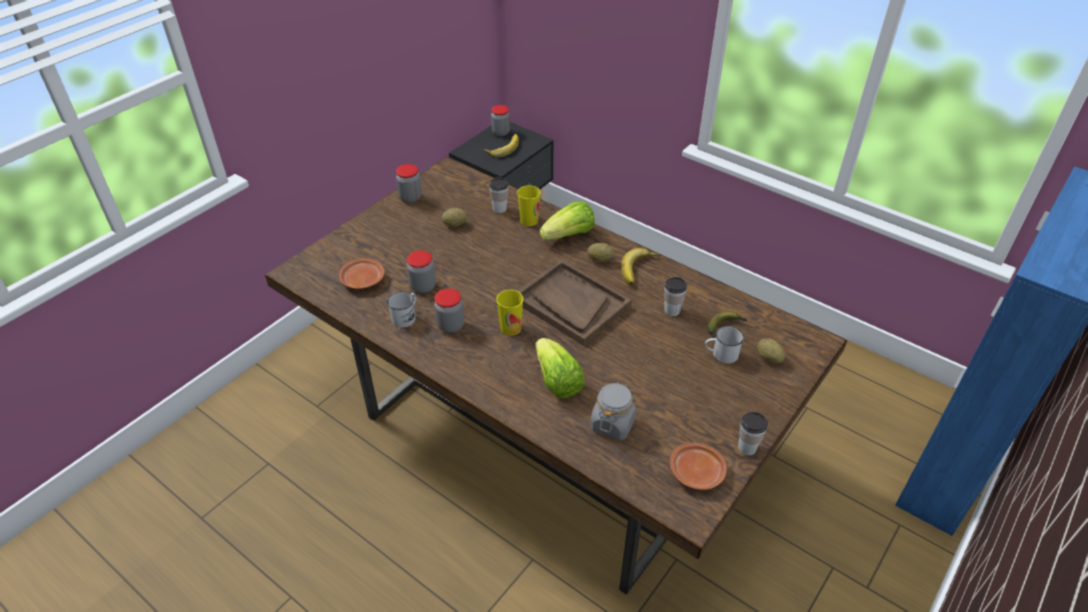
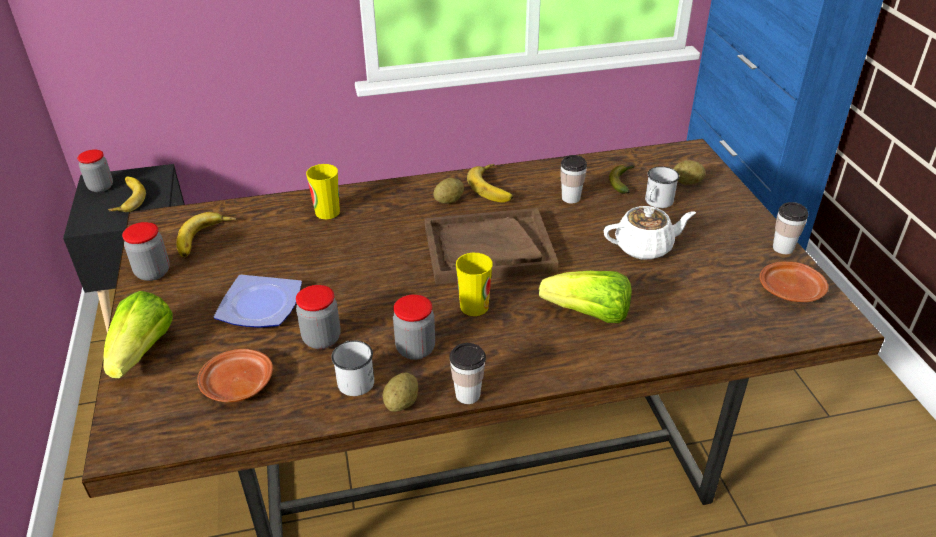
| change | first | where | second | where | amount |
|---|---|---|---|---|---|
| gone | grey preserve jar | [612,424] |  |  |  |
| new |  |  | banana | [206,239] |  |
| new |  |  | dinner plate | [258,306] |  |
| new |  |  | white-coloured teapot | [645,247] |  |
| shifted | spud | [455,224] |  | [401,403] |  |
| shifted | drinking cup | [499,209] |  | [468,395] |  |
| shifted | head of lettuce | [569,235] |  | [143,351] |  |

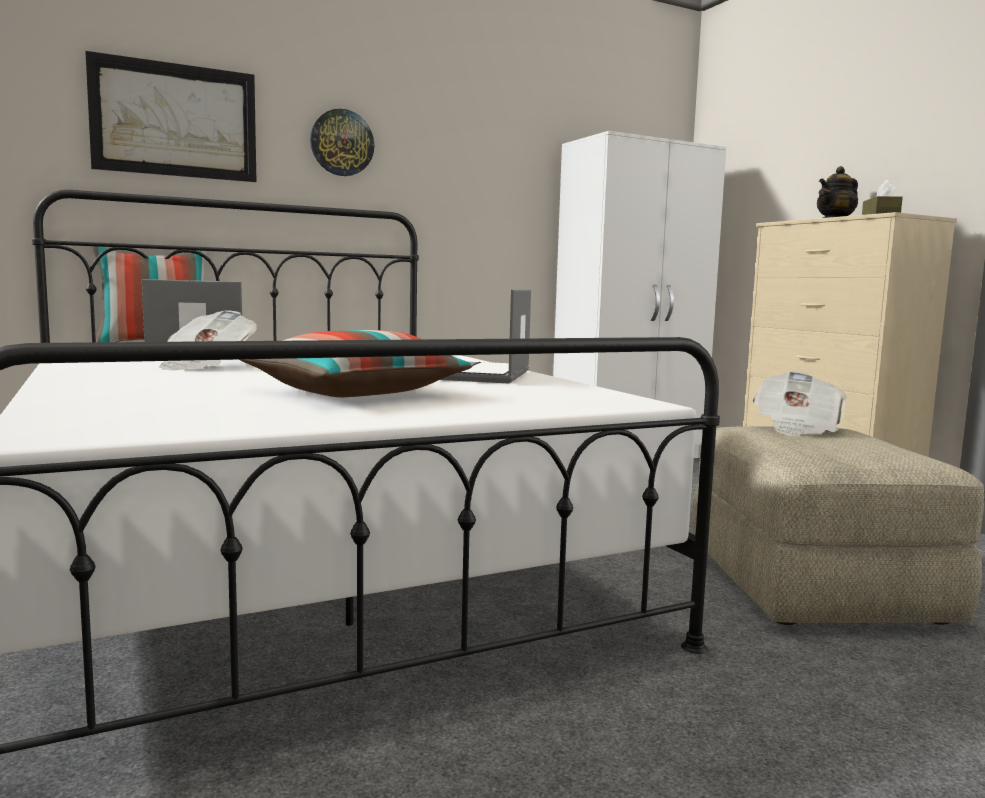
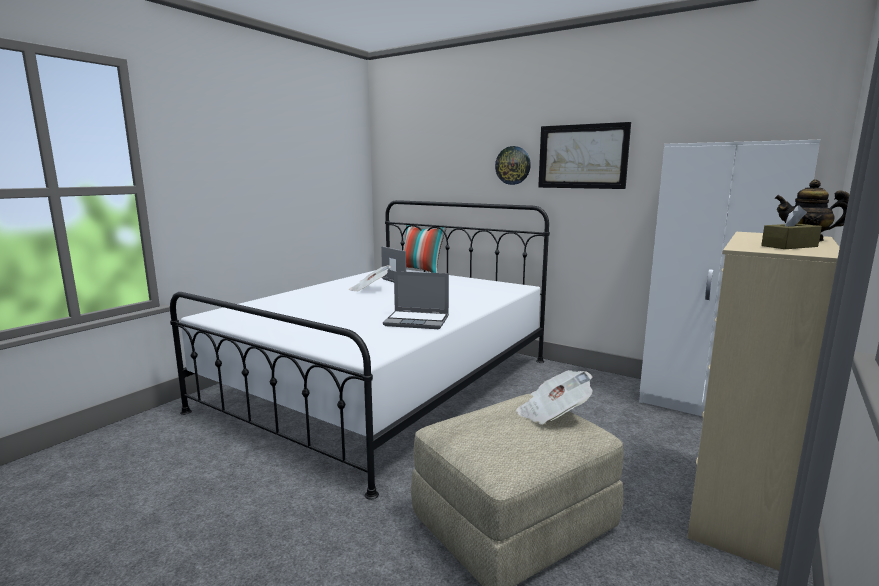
| change | first | where | second | where | amount |
|---|---|---|---|---|---|
| gone | pillow | [355,393] |  |  |  |
| shifted | picture | [175,120] |  | [582,156] |  |
| rotated | portable computer | [483,376] |  | [418,321] | 150 degrees counterclockwise |

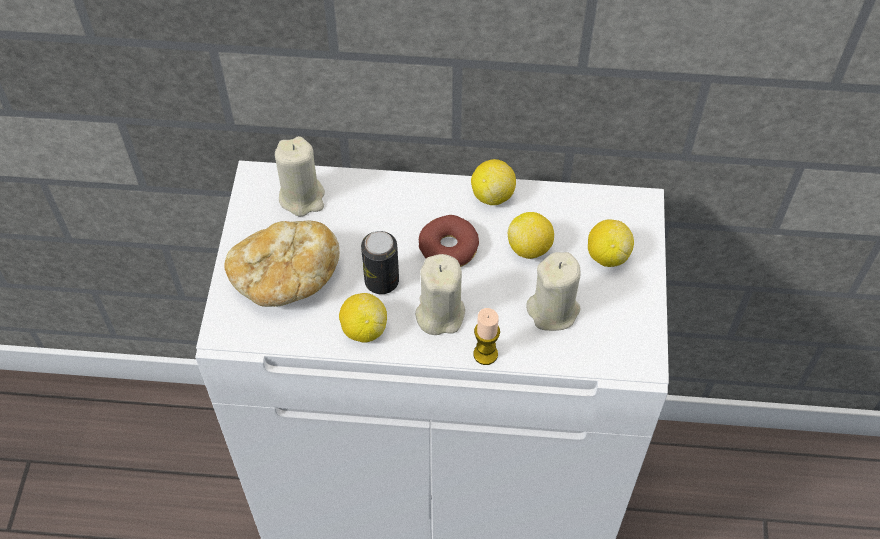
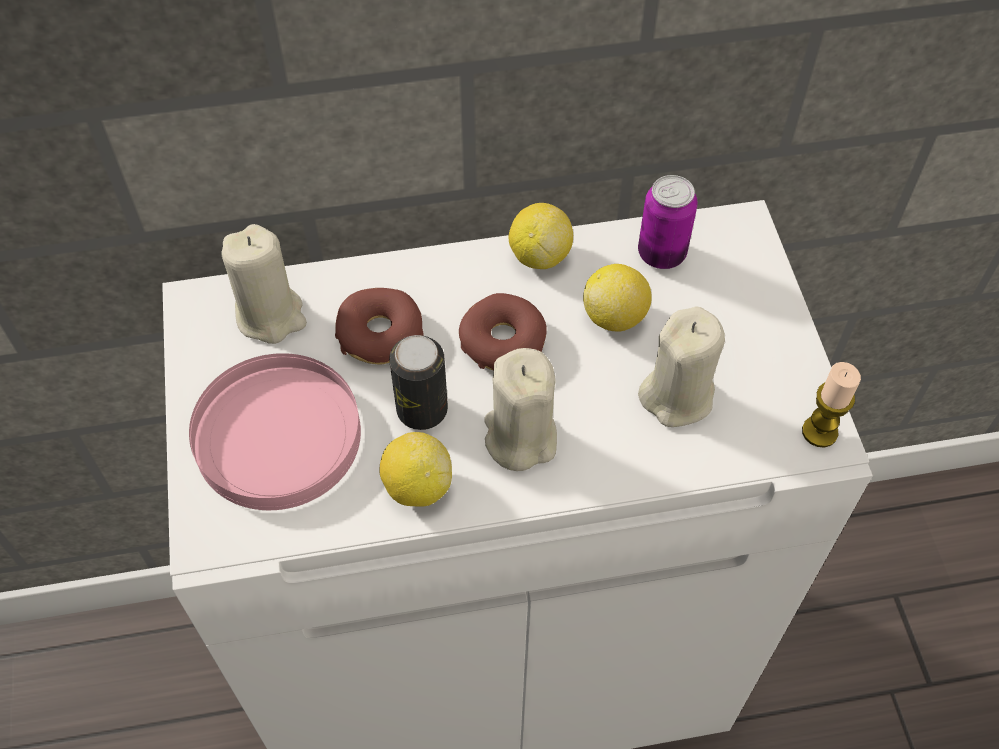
| change | first | where | second | where | amount |
|---|---|---|---|---|---|
| gone | whole lemon | [607,255] |  |  |  |
| new |  |  | donut | [380,334] |  |
| new |  |  | sealed can | [661,254] |  |
| shifted | wax light | [485,354] |  | [819,432] |  |
| swapped | bread | [285,278] | pink dinner plate | [278,437] |  |

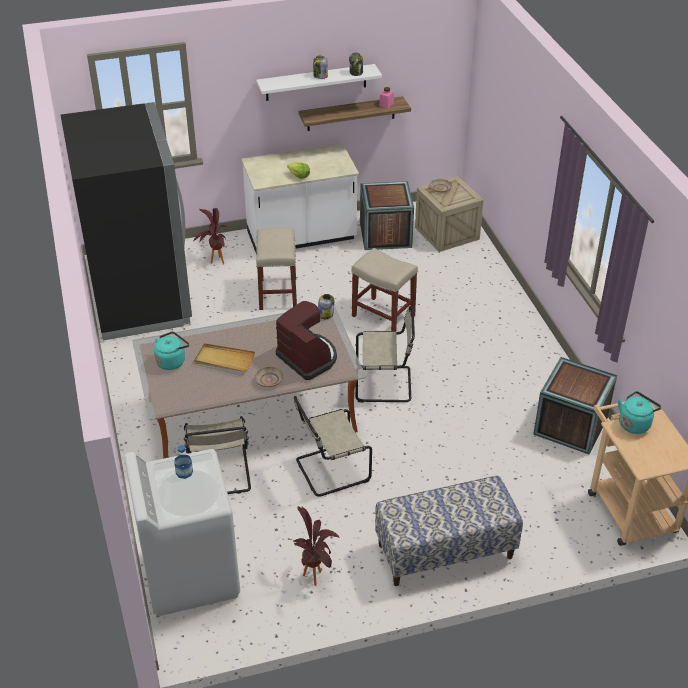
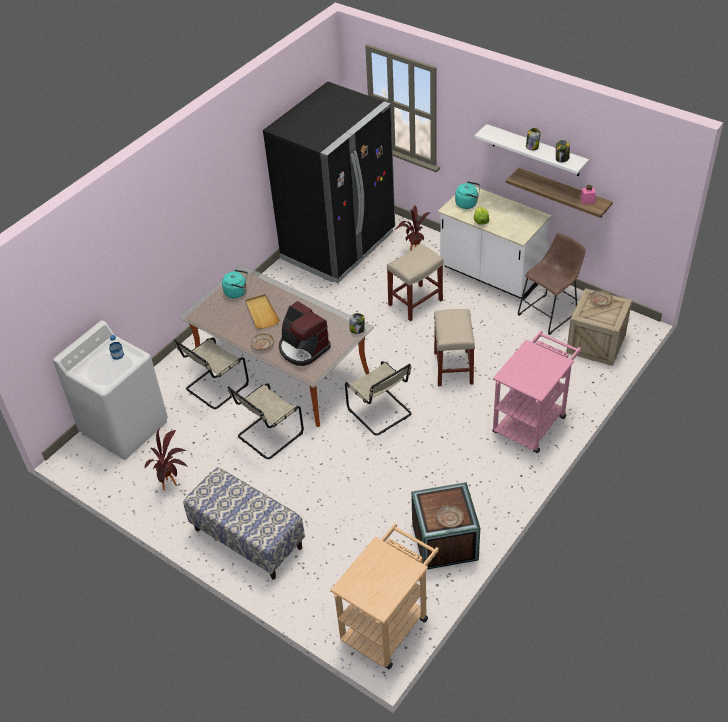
| change | first | where | second | where | amount |
|---|---|---|---|---|---|
| new |  |  | beige-coloured dinner plate | [450,519] |  |
| new |  |  | pink trolley | [532,420] |  |
| shifted | turquoise water kettle | [635,423] |  | [468,203] |  |
| swapped | packing crate | [385,235] | brown-coloured sitting stool | [550,313] |  |
| rotated | coffee maker | [308,358] |  | [303,348] | 120 degrees clockwise |
| rotated | beige-coloured plain chair | [329,470] |  | [268,436] | 75 degrees counterclockwise |

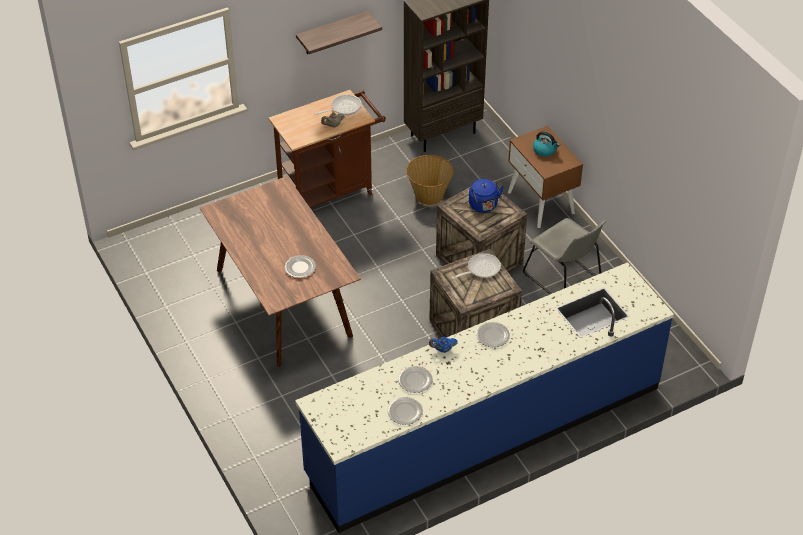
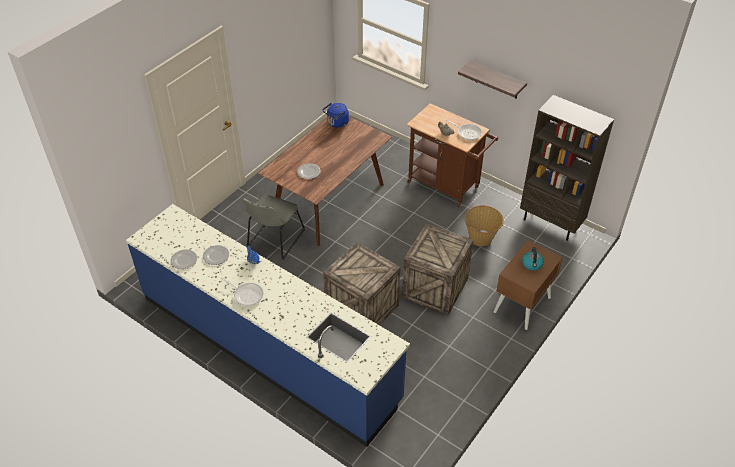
| change | first | where | second | where | amount |
|---|---|---|---|---|---|
| gone | dinner plate | [493,336] |  |  |  |
| shifted | skillet | [481,269] |  | [246,294] |  |
| shifted | bluish water kettle | [484,206] |  | [337,123] |  |
| shifted | grey plain chair | [564,279] |  | [274,240] |  |

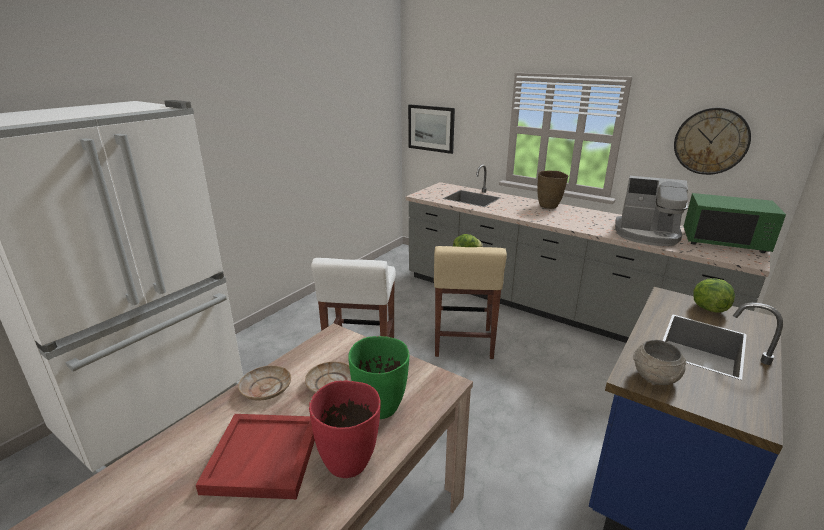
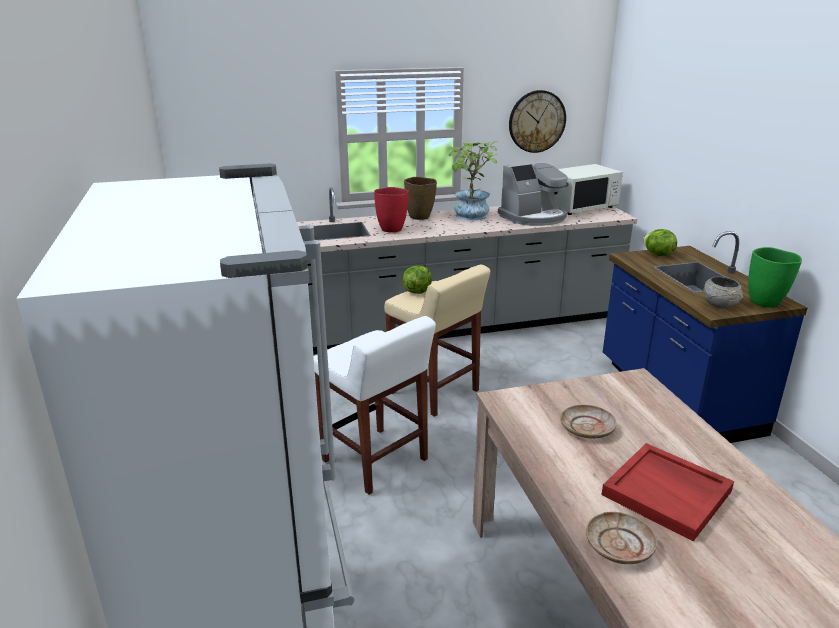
| change | first | where | second | where | amount |
|---|---|---|---|---|---|
| gone | picture | [431,128] |  |  |  |
| new |  |  | houseplant | [470,217] |  |
| shifted | beige-coloured dinner plate | [265,389] |  | [619,546] |  |
| shifted | red vase | [349,462] |  | [391,229] |  |
| shifted | greenish vase | [381,408] |  | [765,302] |  |
| repainted | greenish kitchen microwave | [724,242] | white-coloured kitchen microwave | [580,207] |  |

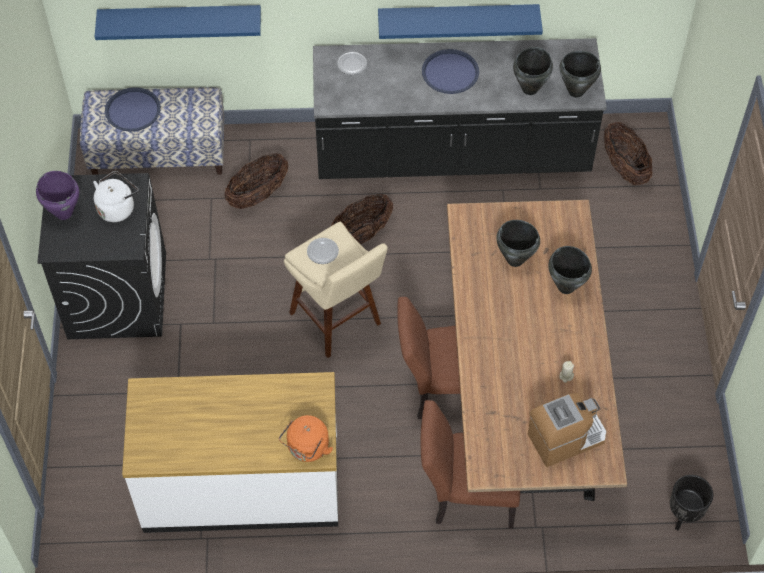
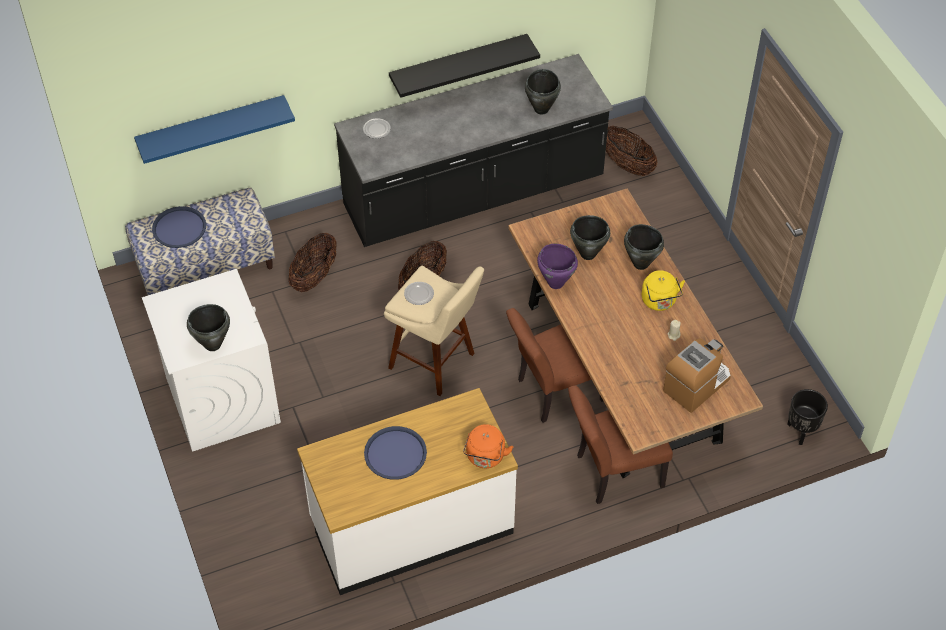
| change | first | where | second | where | amount |
|---|---|---|---|---|---|
| gone | white-coloured water kettle | [117,207] |  |  |  |
| new |  |  | yellow water kettle | [659,302] |  |
| shifted | purplish saucepot | [64,212] |  | [555,282] |  |
| shifted | bluish carrying tray | [450,72] |  | [395,453] |  |
| shifted | black-coloured saucepot | [575,91] |  | [212,344] |  |
| repainted | black-coloured laundry machine | [117,295] | white-coloured laundry machine | [222,399] |  |
| repainted | bluish bracket shelf | [458,18] | black-coloured bracket shelf | [458,64] |  |

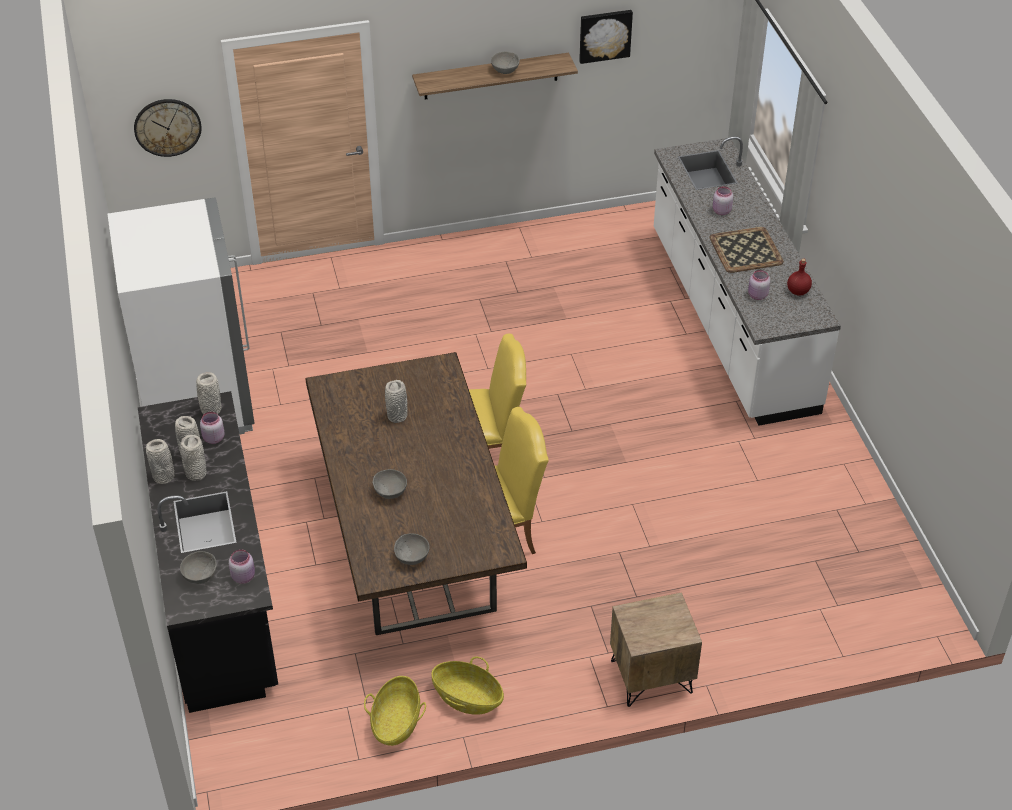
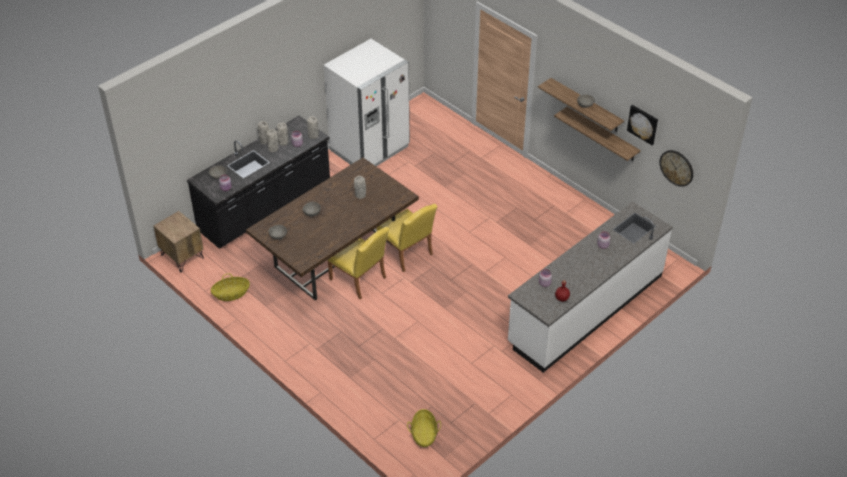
| change | first | where | second | where | amount |
|---|---|---|---|---|---|
| gone | carrying tray | [746,250] |  |  |  |
| new |  |  | bracket shelf | [602,134] |  |
| shifted | hanging clock | [167,127] |  | [676,167] |  |
| shifted | household basket | [467,698] |  | [424,434] |  |
| shifted | brown-coloured nightstand | [651,677] |  | [182,257] |  |

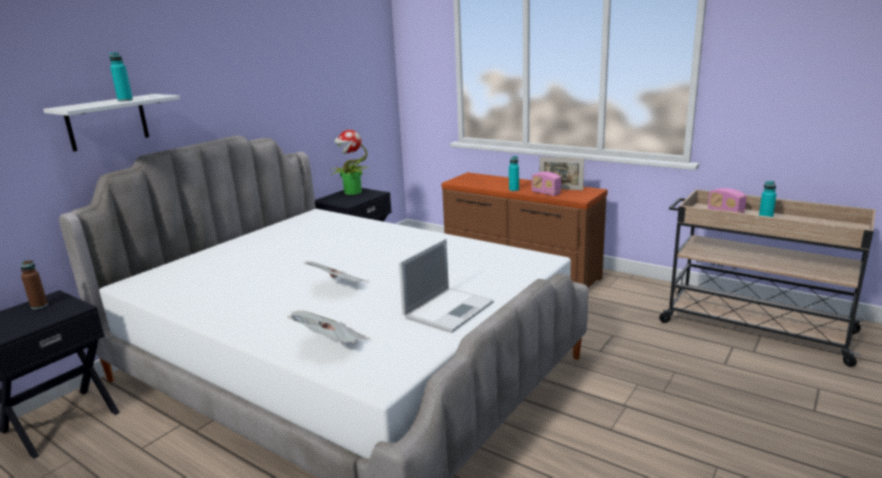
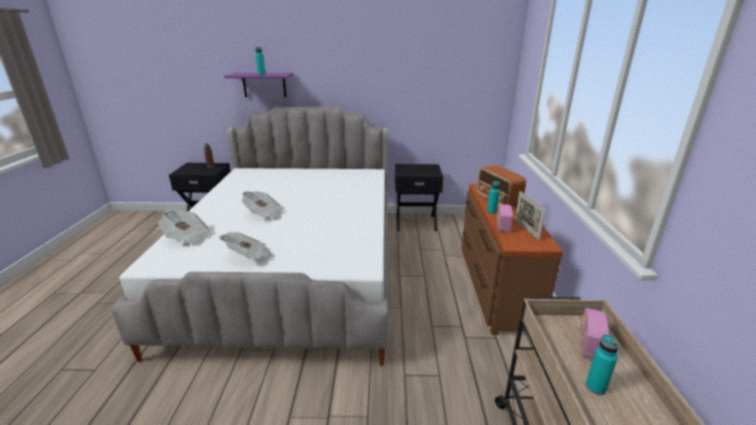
| change | first | where | second | where | amount |
|---|---|---|---|---|---|
| gone | houseplant | [352,192] |  |  |  |
| new |  |  | radio set | [498,200] |  |
| swapped | portable computer | [449,309] | printed paper | [250,257] |  |
| repainted | white-coloured bracket shelf | [107,122] | purplish bracket shelf | [264,85] |  |

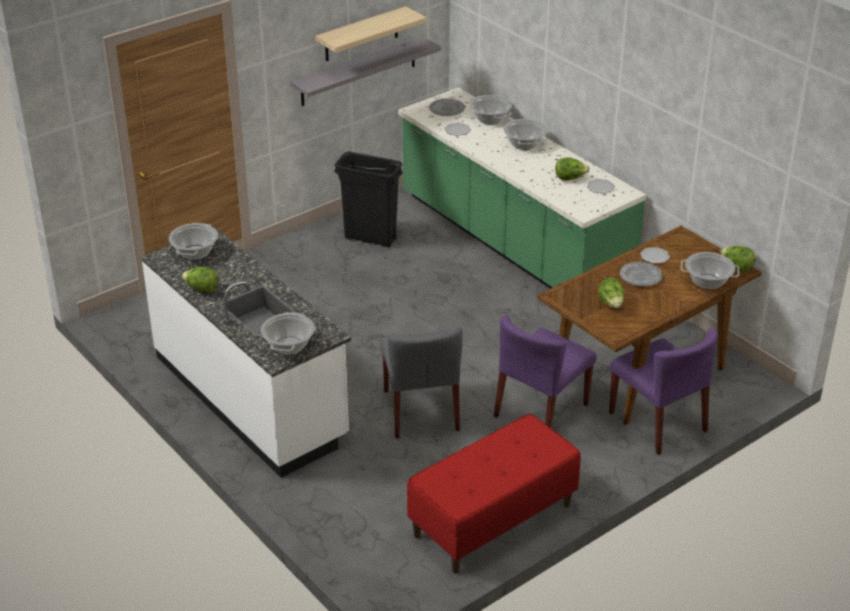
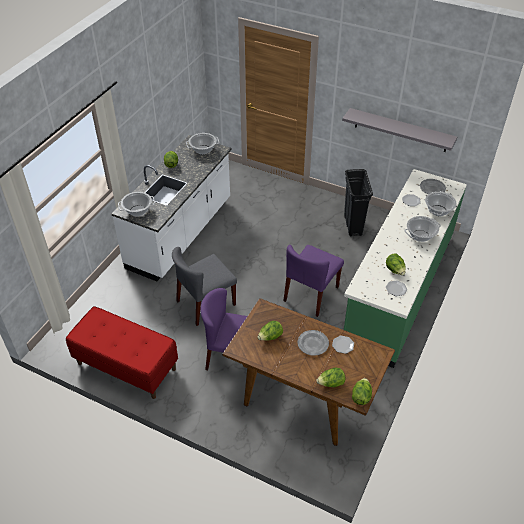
| change | first | where | second | where | amount |
|---|---|---|---|---|---|
| gone | bracket shelf | [361,34] |  |  |  |
| shifted | purplish plain chair | [658,422] |  | [311,294] |  |
| swapped | saucepot | [708,281] | head of lettuce | [331,383] |  |

